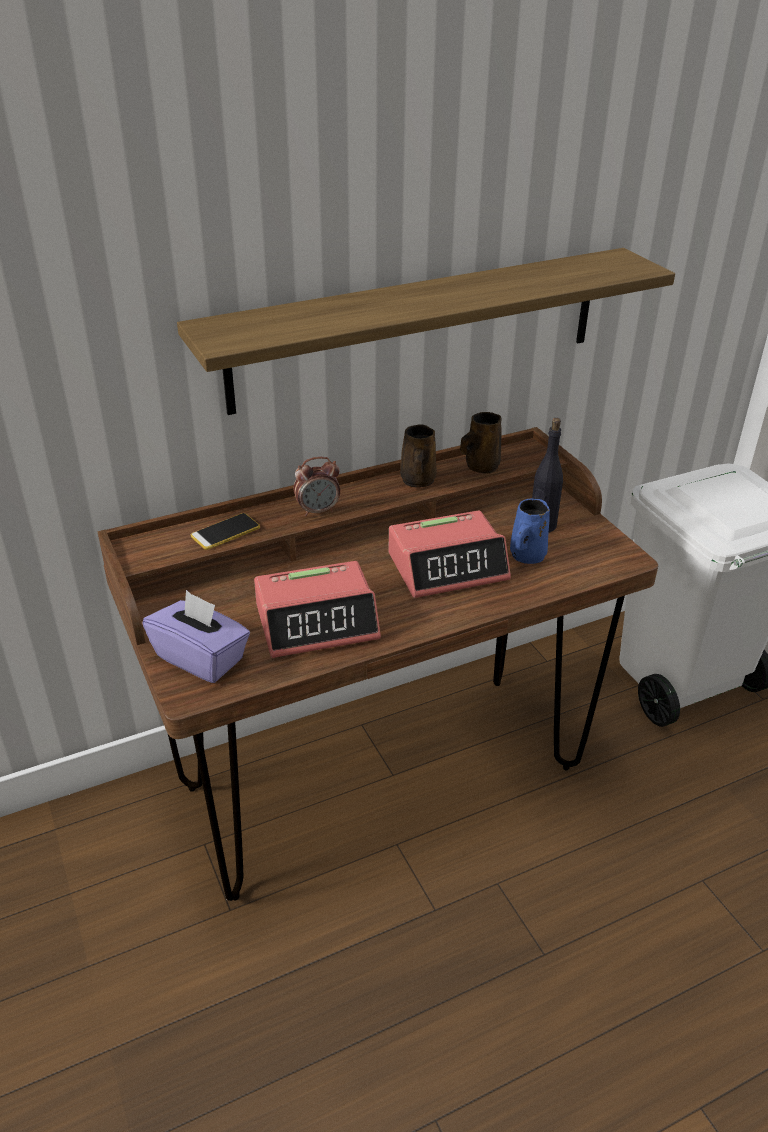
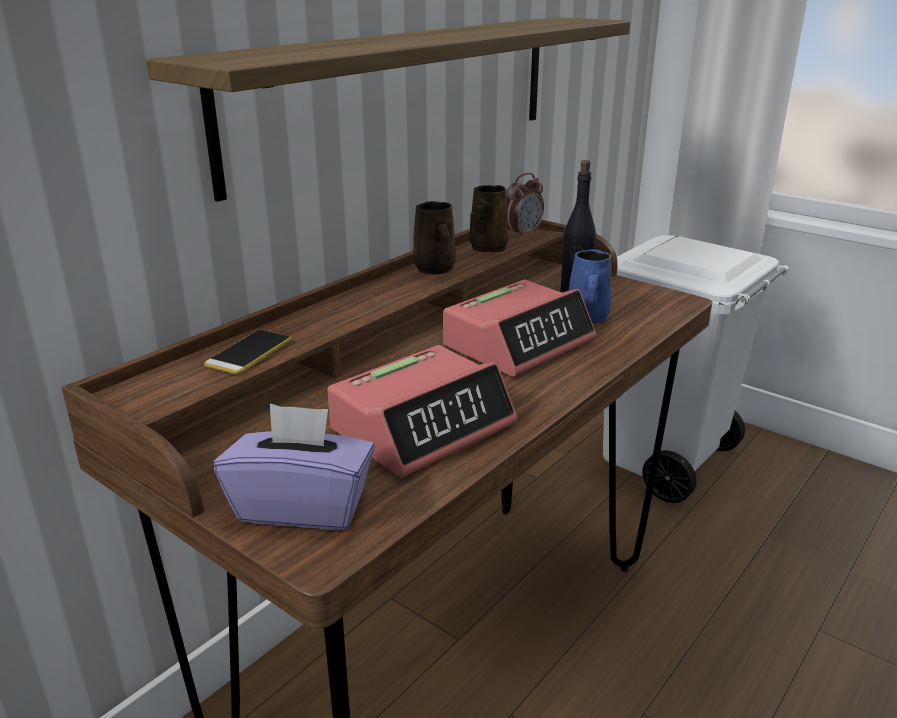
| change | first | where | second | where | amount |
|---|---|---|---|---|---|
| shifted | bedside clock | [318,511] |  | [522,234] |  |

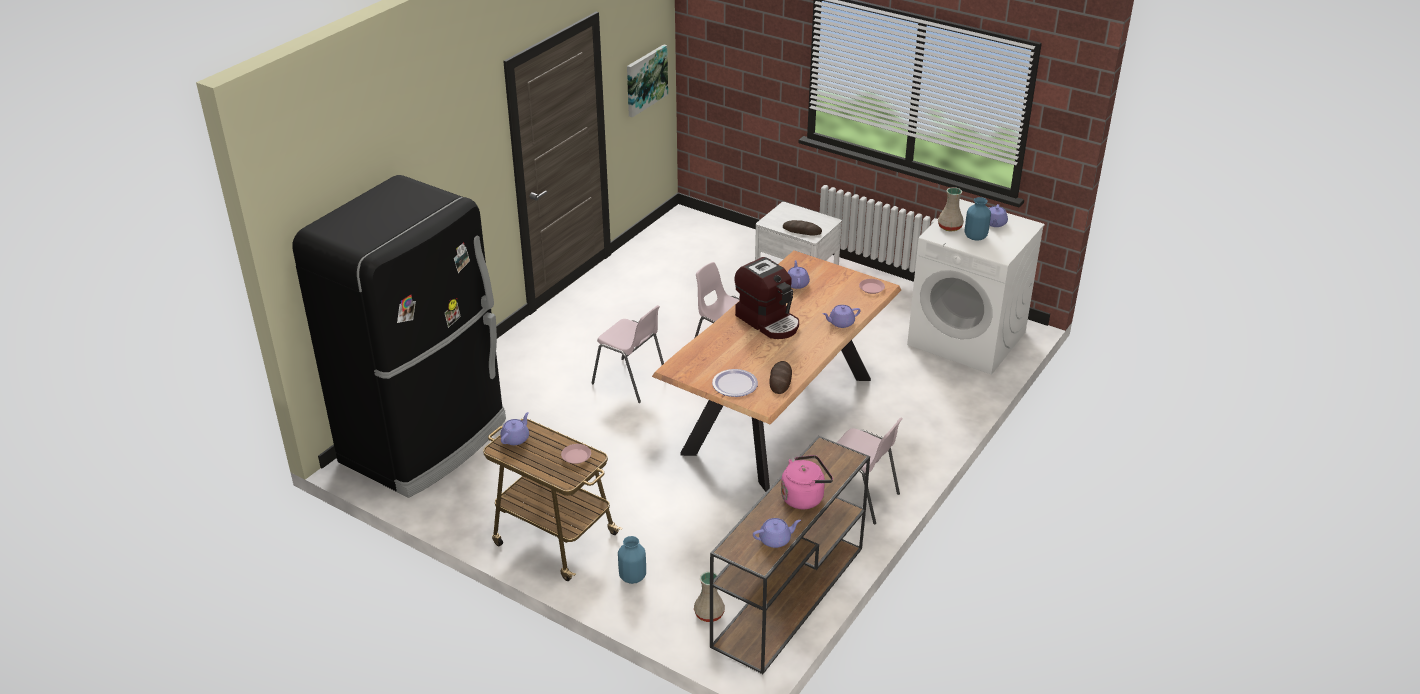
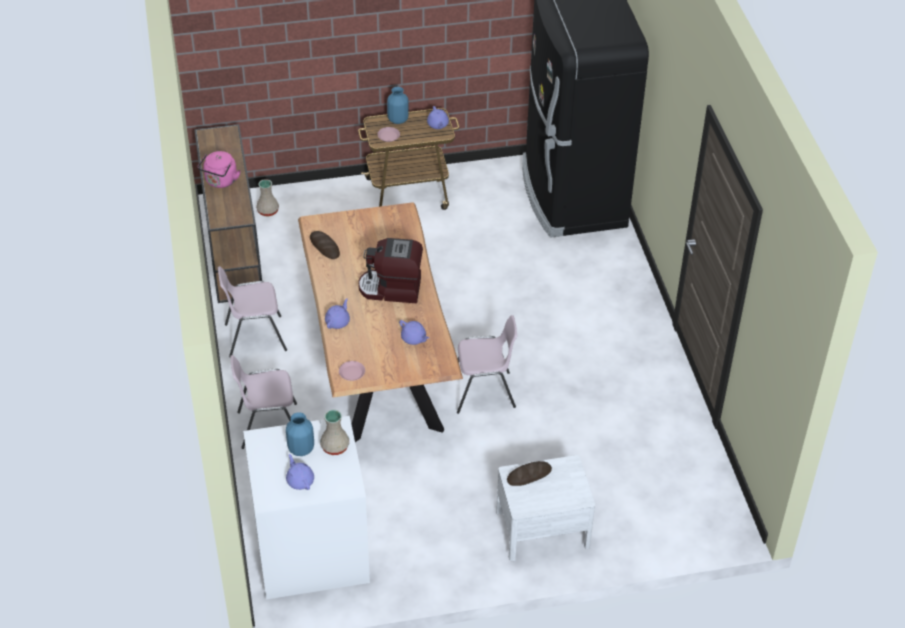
| change | first | where | second | where | amount |
|---|---|---|---|---|---|
| gone | picture | [645,80] |  |  |  |
| gone | dinner plate | [734,384] |  |  |  |
| gone | purplish teapot | [775,539] |  |  |  |
| shifted | pink plain chair | [630,381] |  | [268,426] |  |
| shifted | bluish vase | [633,576] |  | [398,120] |  |

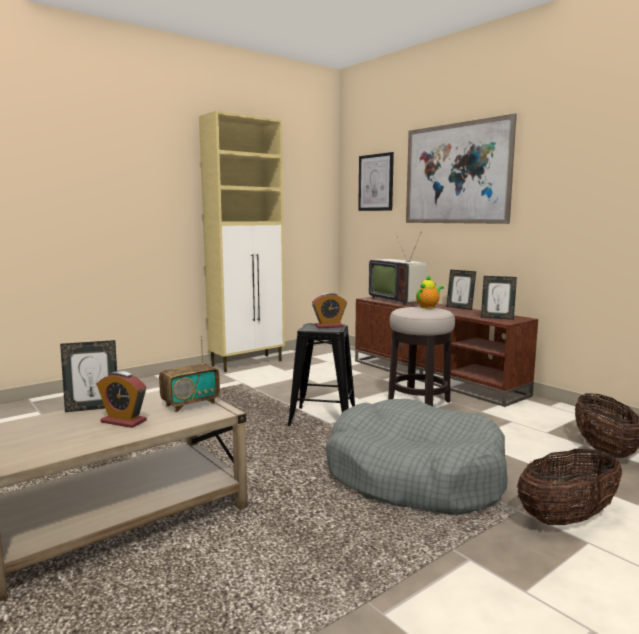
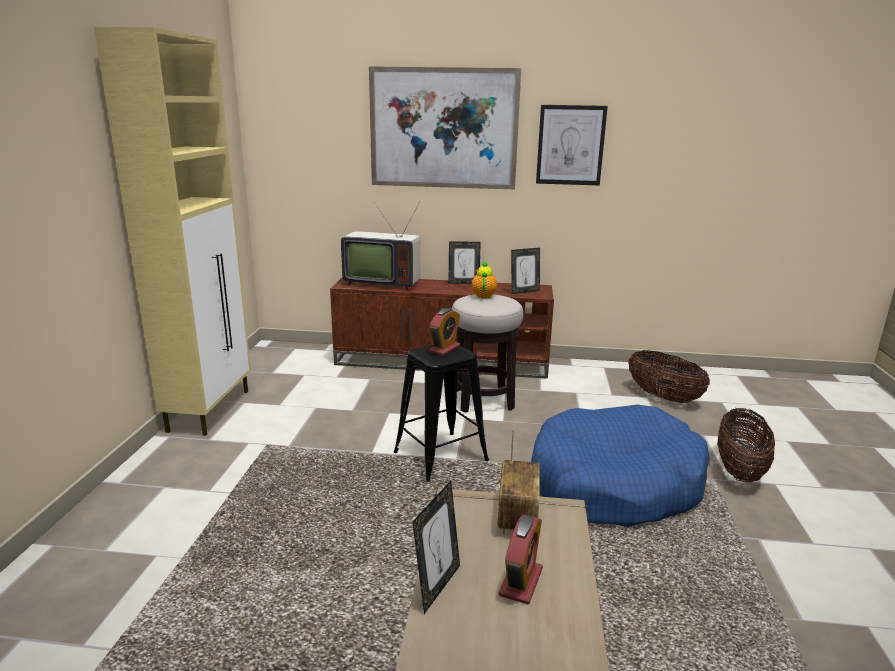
| change | first | where | second | where | amount |
|---|---|---|---|---|---|
| shifted | picture | [376,182] |  | [570,145] |  |
| repainted | grey pet bed | [414,476] | bluish pet bed | [613,483] |  |
| rotated | bedside clock | [123,421] |  | [521,582] | 45 degrees counterclockwise |

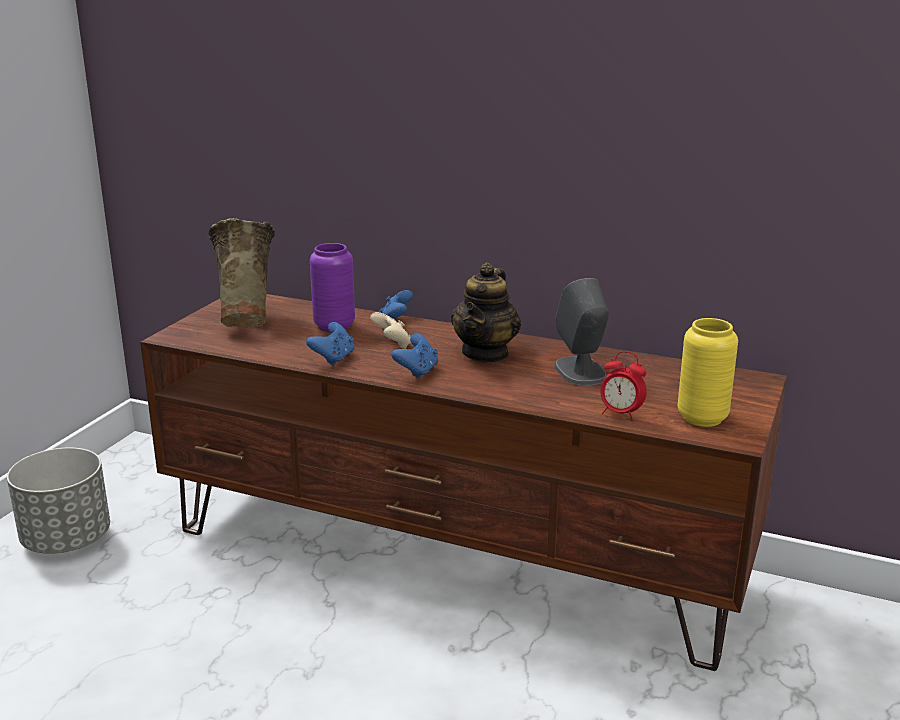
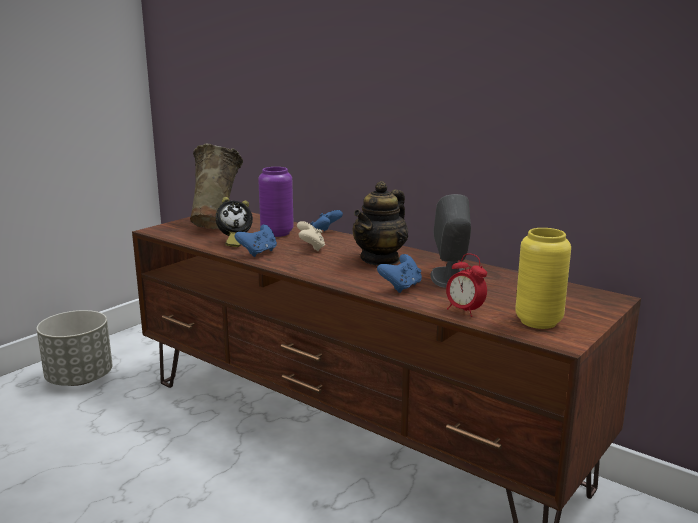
| change | first | where | second | where | amount |
|---|---|---|---|---|---|
| new |  |  | bedside clock | [234,242] |  |
| shifted | bluish joypad | [417,371] |  | [401,287] |  |

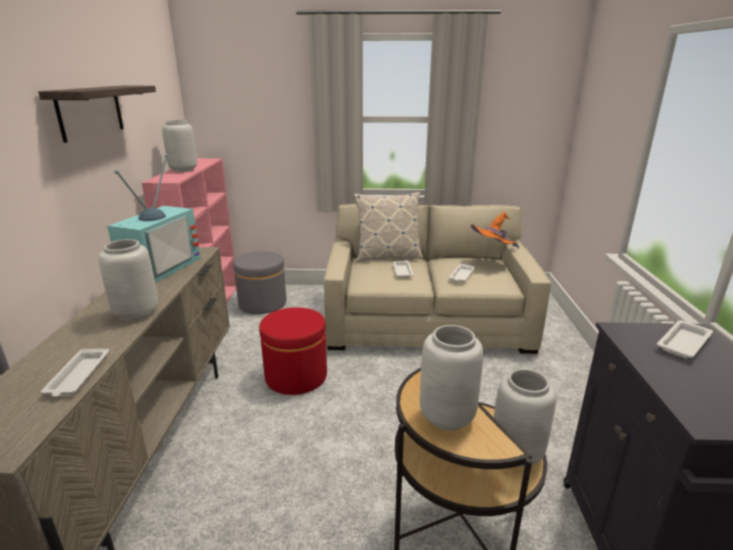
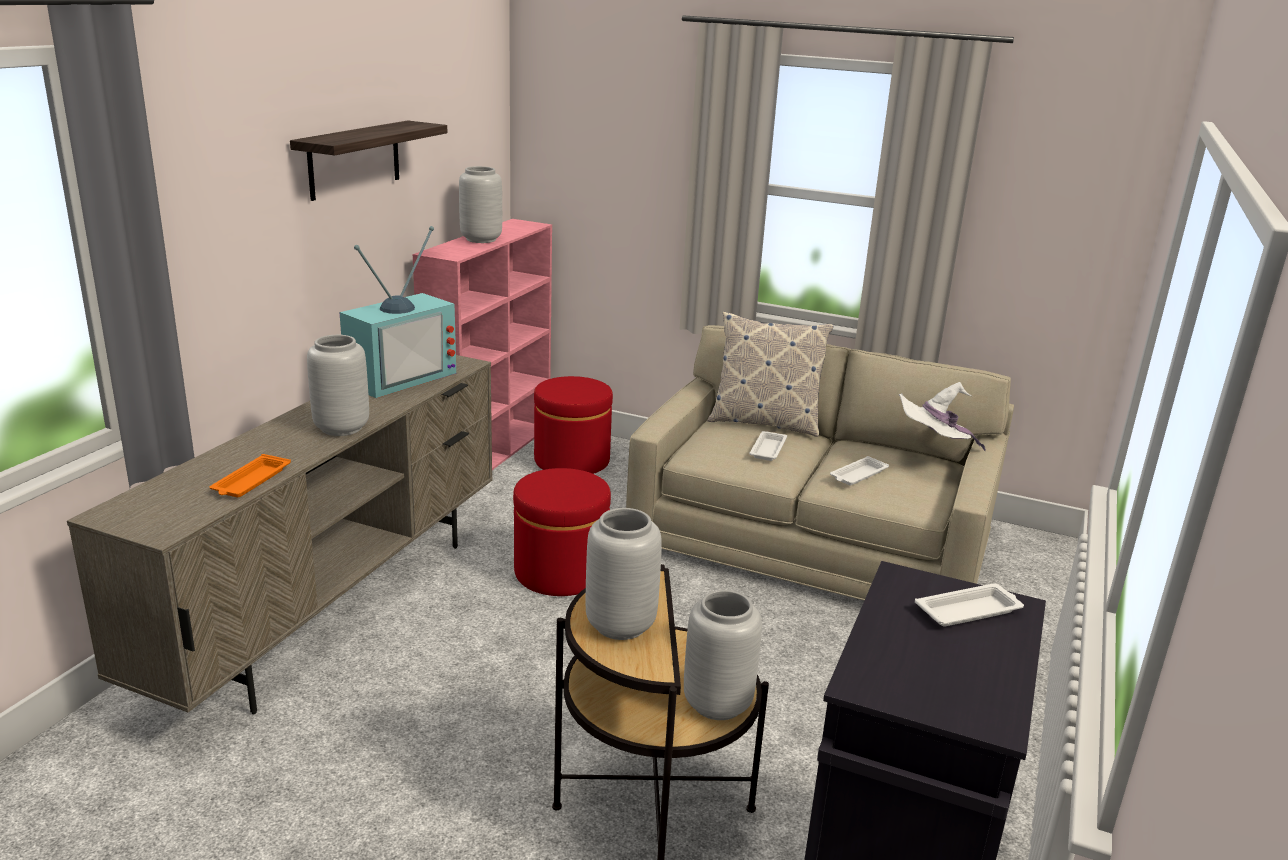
| change | first | where | second | where | amount |
|---|---|---|---|---|---|
| repainted | white-coloured carrying tray | [78,376] | orange-coloured carrying tray | [250,481] |  |
| repainted | grey pouffe | [262,303] | red pouffe | [572,461] |  |
| repainted | orange-coloured clothing hat | [492,251] | white-coloured clothing hat | [932,447] |  |

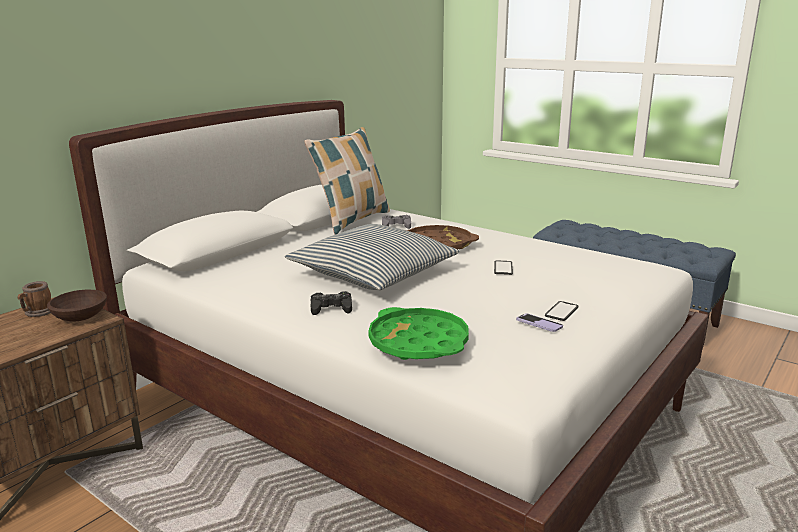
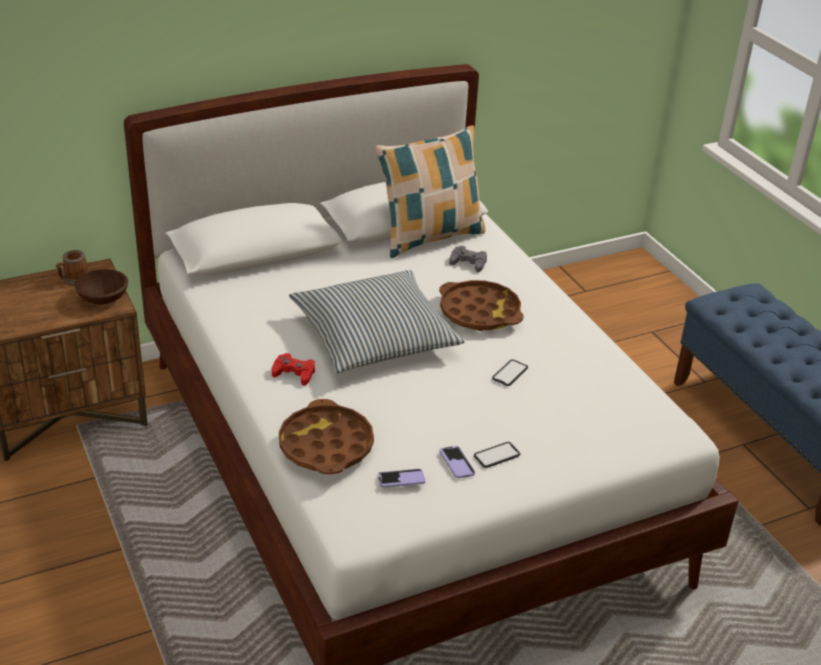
| change | first | where | second | where | amount |
|---|---|---|---|---|---|
| new |  |  | handset | [401,479] |  |
| repainted | black-coloured joypad | [331,308] | red joypad | [294,373] |  |
| repainted | greenish carrying tray | [418,342] | brown-coloured carrying tray | [326,445] |  |

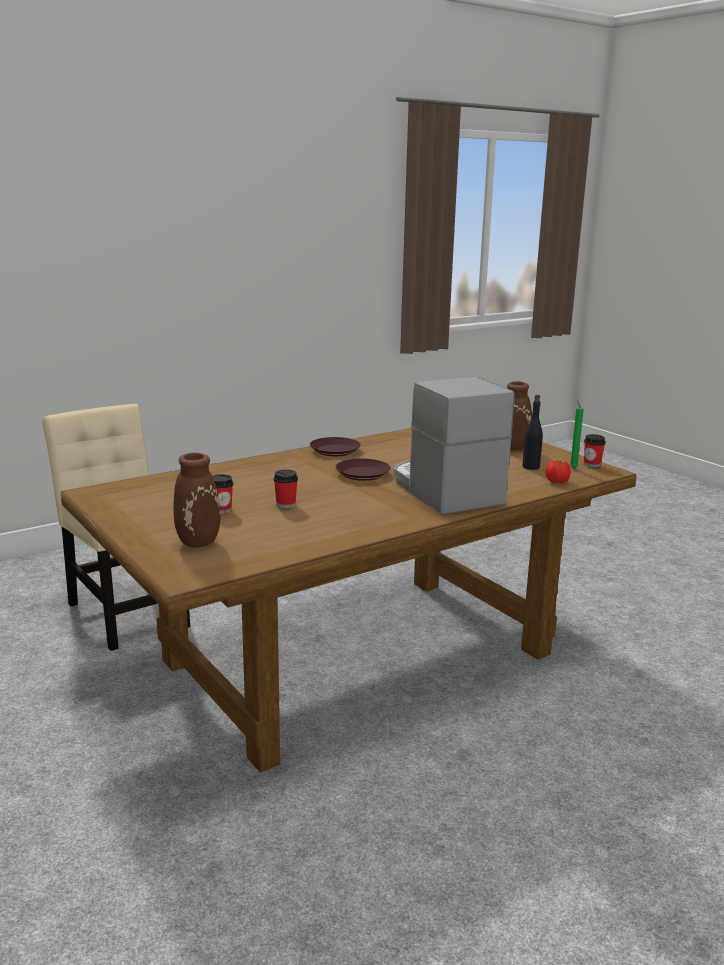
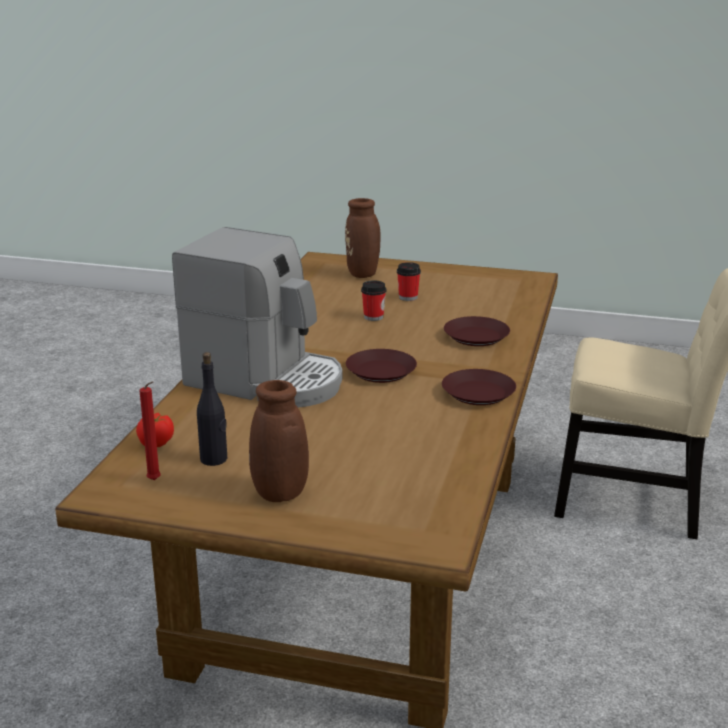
| change | first | where | second | where | amount |
|---|---|---|---|---|---|
| gone | drinking cup | [592,465] |  |  |  |
| new |  |  | brown-coloured dinner plate | [476,336] |  |
| repainted | greenish wax light | [572,468] | red wax light | [155,481] |  |

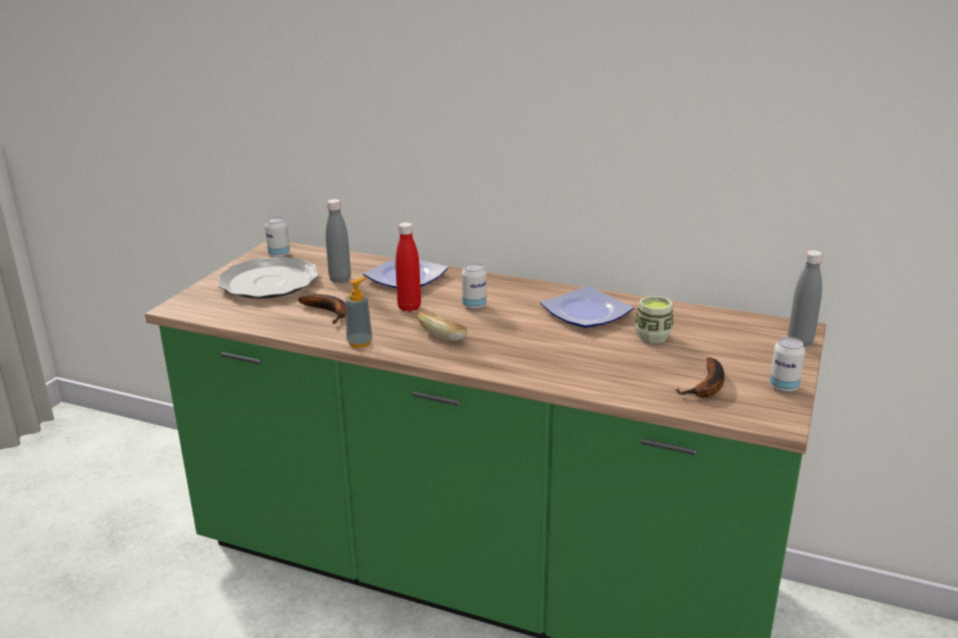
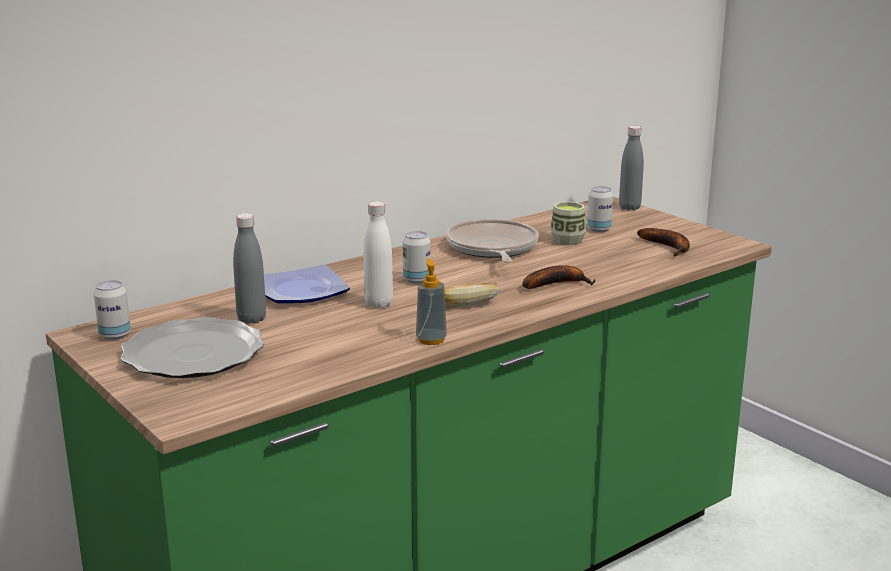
| change | first | where | second | where | amount |
|---|---|---|---|---|---|
| shifted | banana | [330,312] |  | [556,284] |  |
| shifted | sealed can | [783,387] |  | [599,229] |  |
| swapped | dinner plate | [584,313] | skillet | [492,248] |  |
| repainted | red drink bottle | [409,307] | white-coloured drink bottle | [379,304] |  |

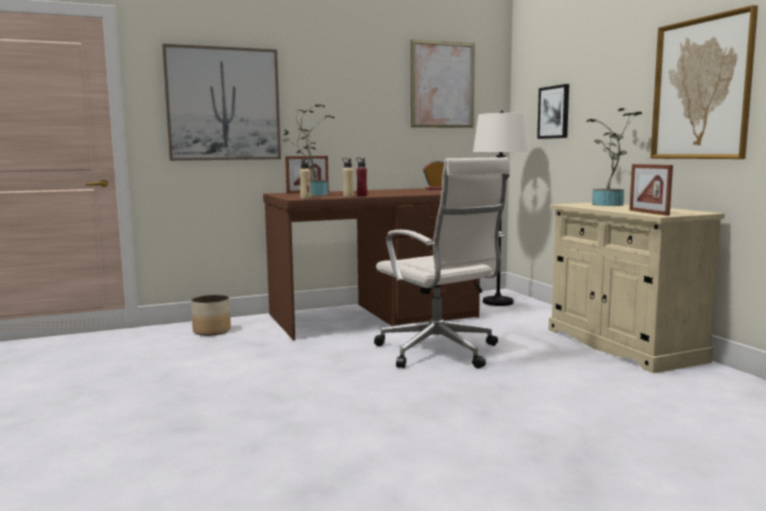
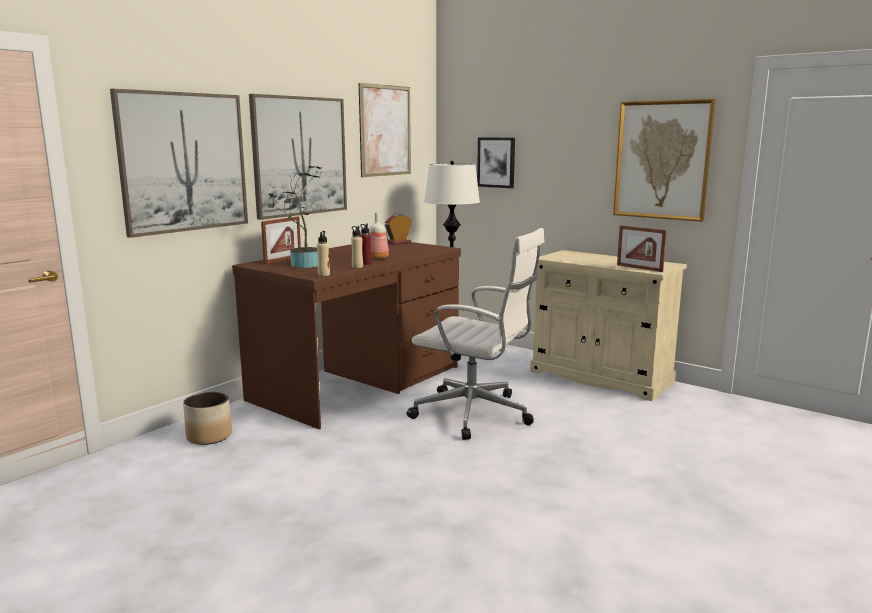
| change | first | where | second | where | amount |
|---|---|---|---|---|---|
| gone | houseplant | [608,205] |  |  |  |
| new |  |  | picture | [300,156] |  |
| new |  |  | drink bottle | [377,258] |  |

